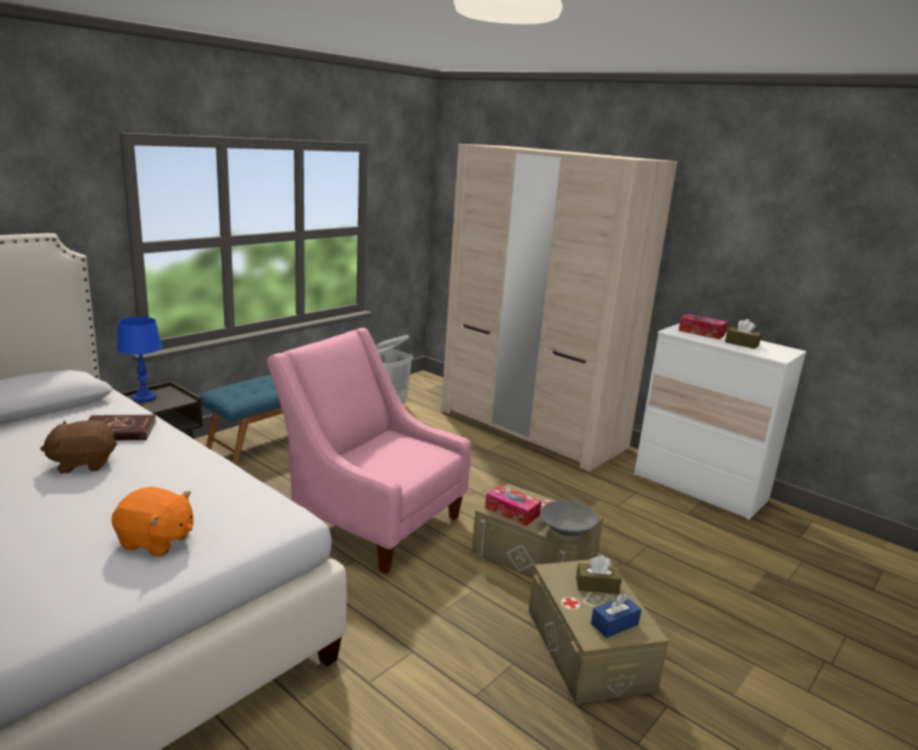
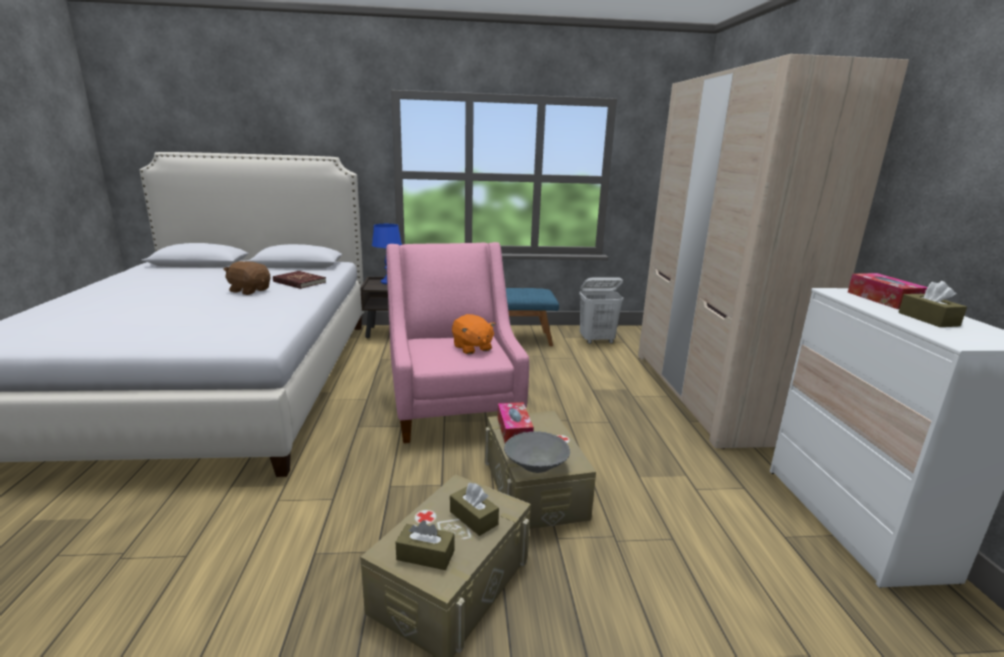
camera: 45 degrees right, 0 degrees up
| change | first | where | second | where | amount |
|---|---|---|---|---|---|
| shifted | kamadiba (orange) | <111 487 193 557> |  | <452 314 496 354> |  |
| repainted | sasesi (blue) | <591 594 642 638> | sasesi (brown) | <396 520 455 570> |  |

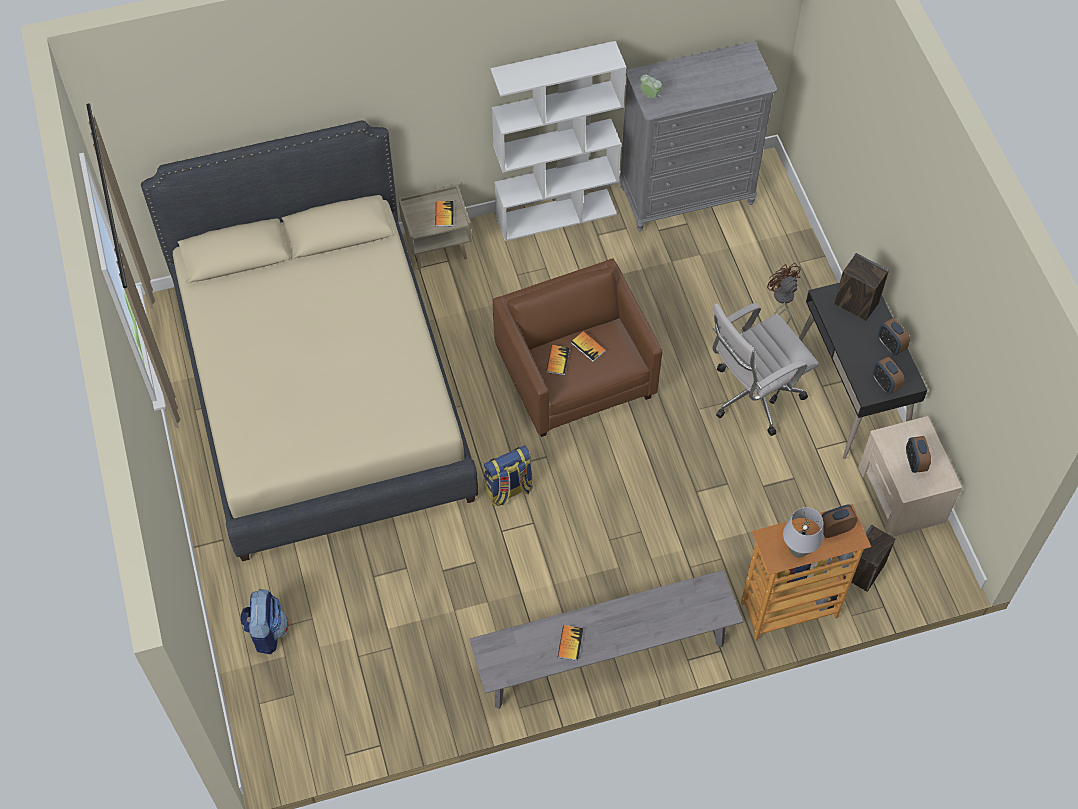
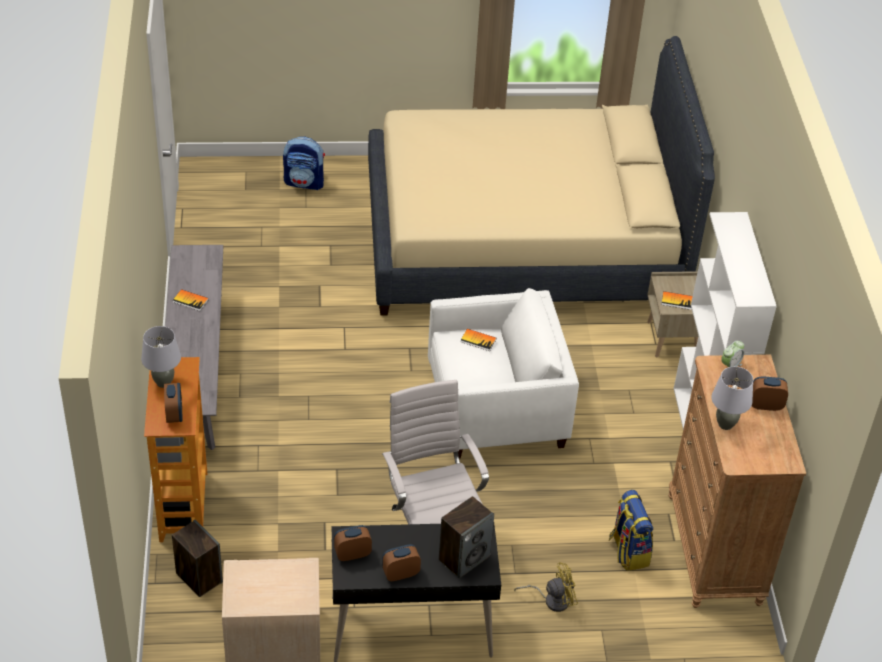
camera: 100 degrees right, 15 degrees down
| change | first | where | second | where | amount |
|---|---|---|---|---|---|
| gone | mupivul | <571 331 606 362> |  |  |  |
| new |  |  | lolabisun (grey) | <711 366 753 430> |  |
| shifted | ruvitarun | <483 445 533 506> |  | <608 490 653 571> |  |
| shifted | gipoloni | <906 436 931 473> |  | <752 377 788 411> |  |
| repainted | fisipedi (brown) | <493 258 662 437> | fisipedi (white) | <428 288 579 459> |  |
| repainted | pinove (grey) | <619 41 777 231> | pinove (brown) | <668 355 806 608> |  |
| repainted | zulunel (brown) | <767 263 801 324> | zulunel (yellow) | <514 562 578 612> |  |

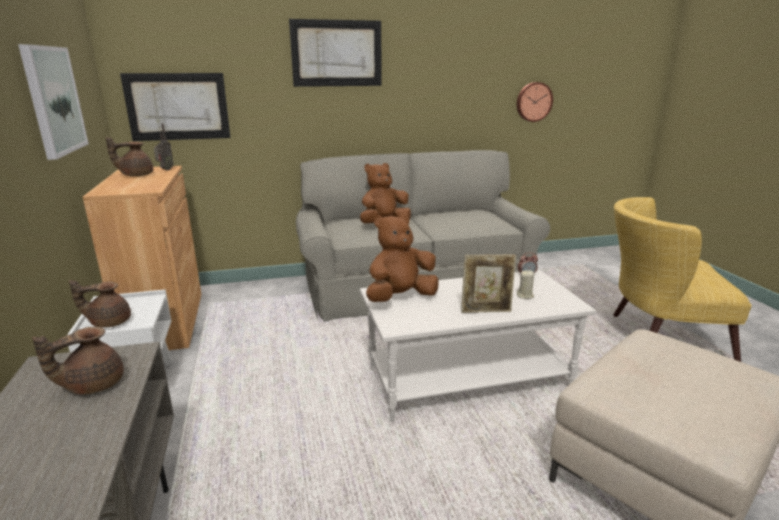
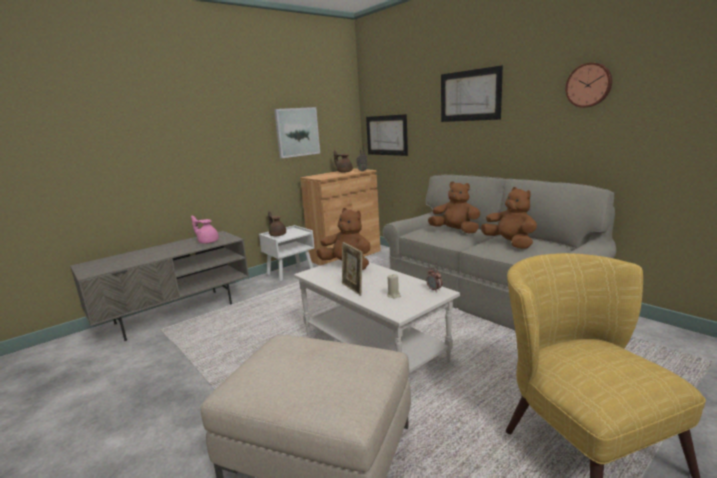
camera: 65 degrees right, 5 degrees down
| change | first | where | second | where | amount |
|---|---|---|---|---|---|
| new |  |  | kamadiba (brown) | <481 187 537 248> |  |
| shifted | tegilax | <517 82 553 122> |  | <565 62 612 108> |  |
| repainted | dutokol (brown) | <32 327 124 395> | dutokol (pink) | <191 216 219 244> |  |

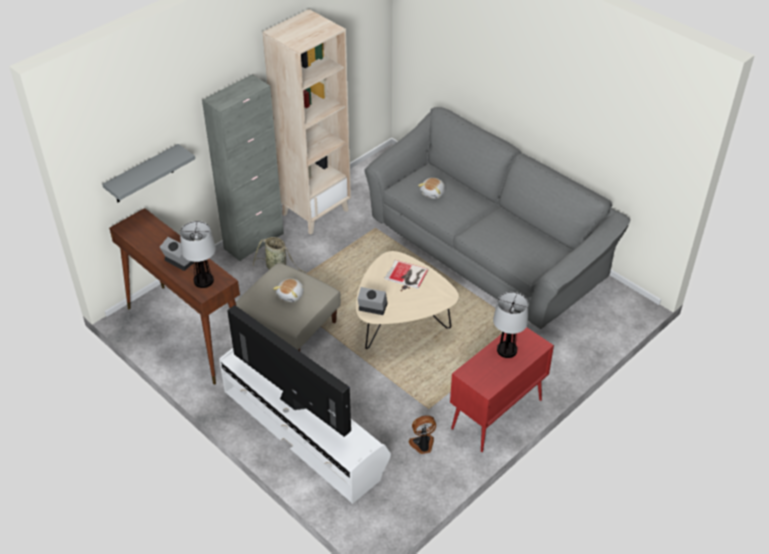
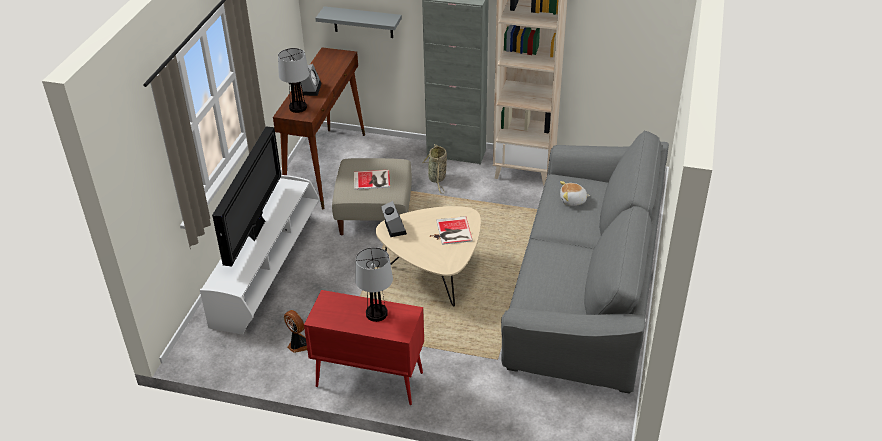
camera: 60 degrees right, 5 degrees down
| change | first | where | second | where | amount |
|---|---|---|---|---|---|
| swapped | kamadiba | <273 279 304 302> | mupivul | <354 170 390 190> |  |

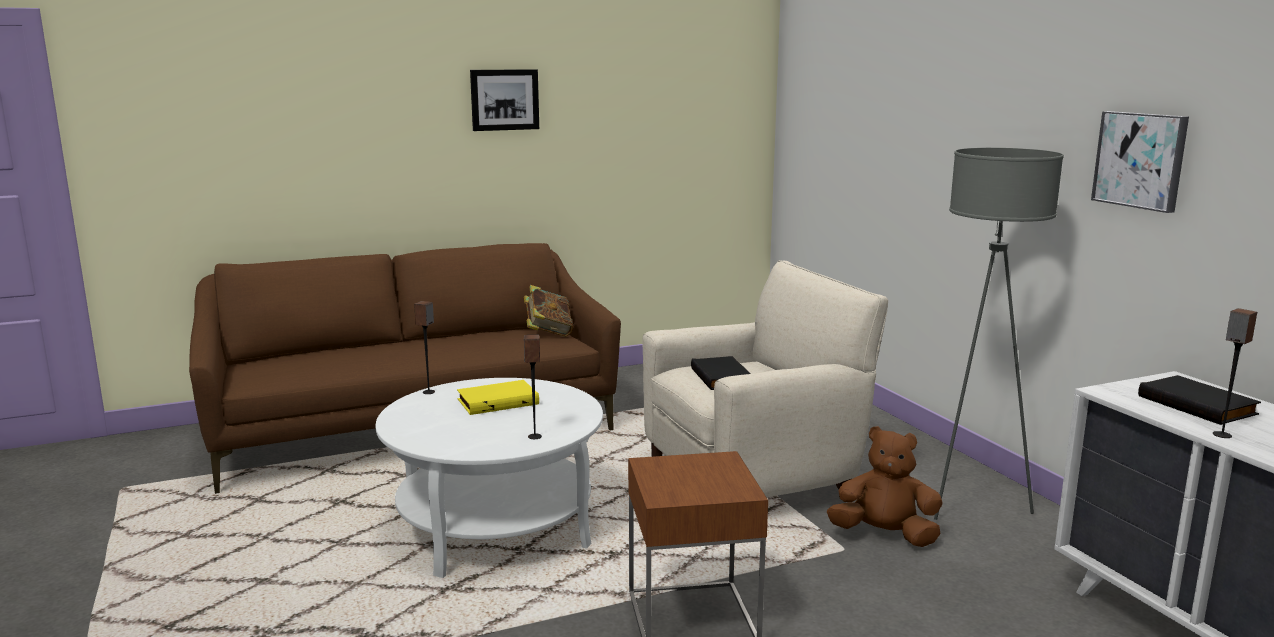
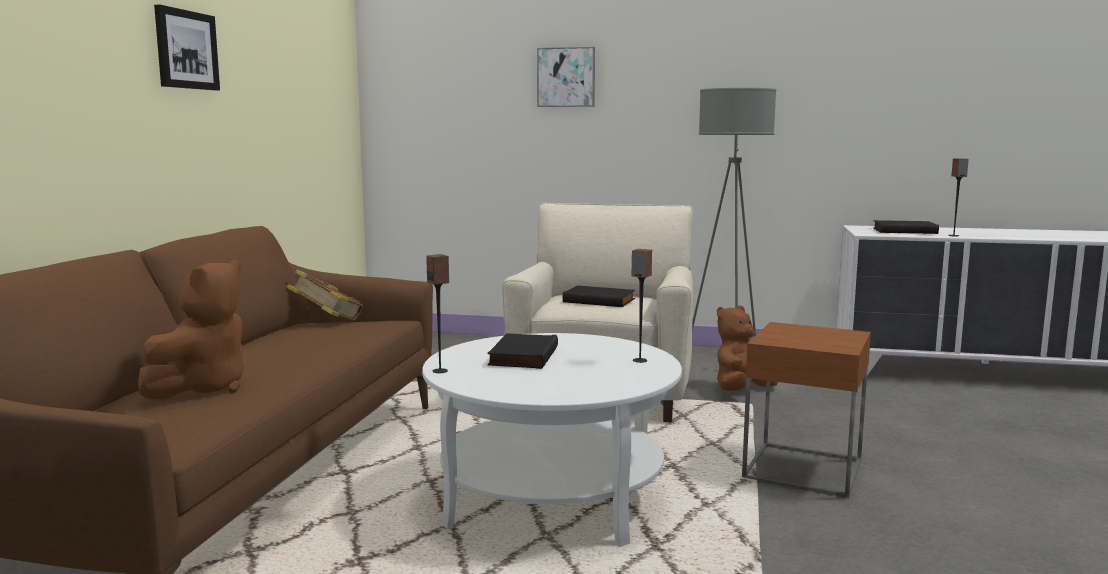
camera: 55 degrees left, 5 degrees down
| change | first | where | second | where | amount |
|---|---|---|---|---|---|
| new |  |  | kamadiba (brown) | <138 259 244 400> |  |
| shifted | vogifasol | <1091 111 1189 213> |  | <537 47 595 107> |  |
| repainted | mupivul (yellow) | <457 380 539 415> | mupivul (black) | <487 333 558 369> |  |

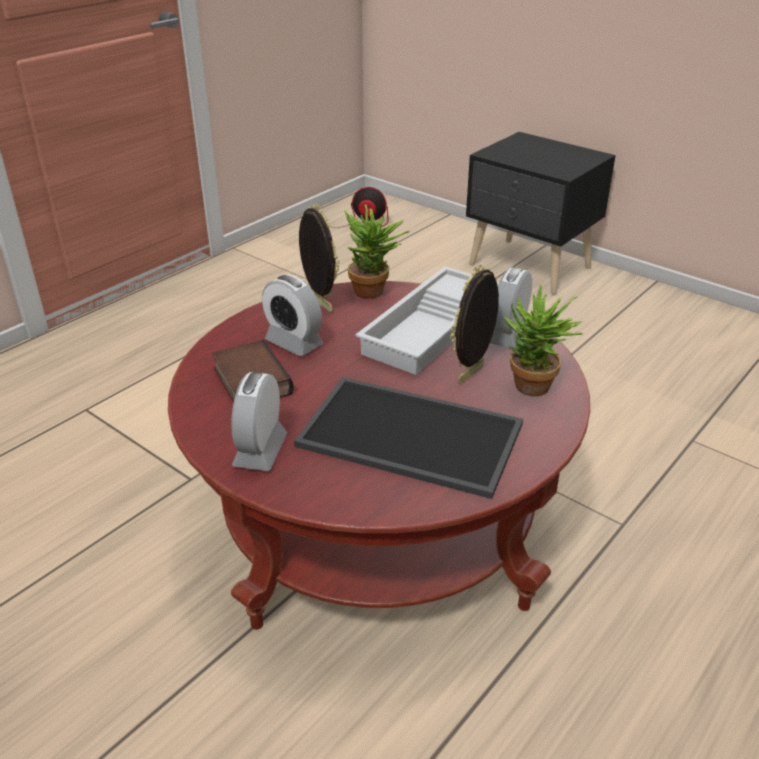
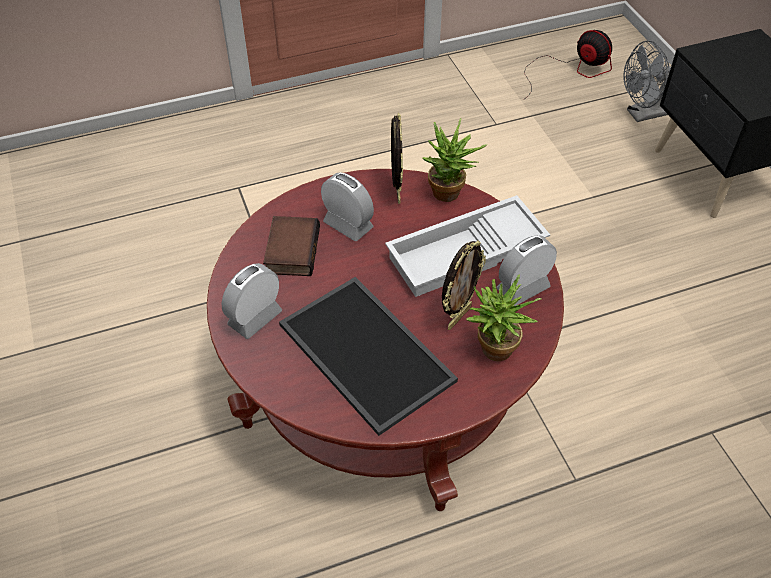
camera: 30 degrees right, 15 degrees up
| change | first | where | second | where | amount |
|---|---|---|---|---|---|
| new |  |  | zulunel (grey) | <623 40 671 122> |  |
| rotated | gipoloni | <262 274 323 356> |  | <321 172 374 241> | 150 degrees clockwise |
| rotated | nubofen | <450 265 499 385> |  | <442 240 486 330> | 150 degrees clockwise |

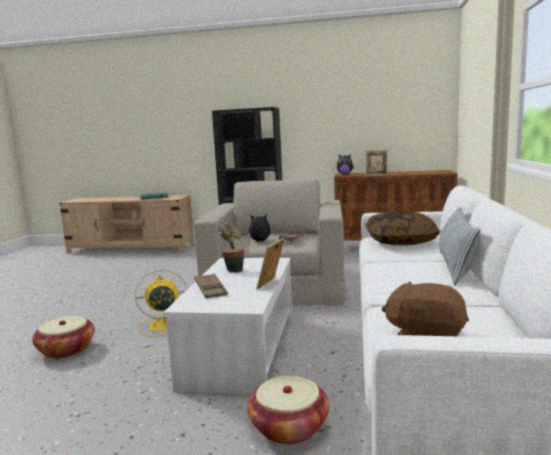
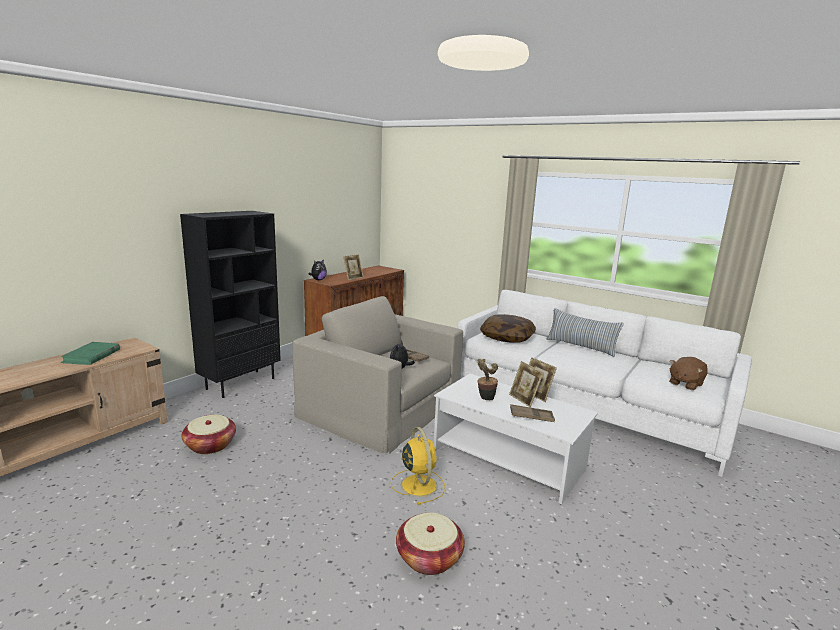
camera: 65 degrees left, 5 degrees up
| change | first | where | second | where | amount |
|---|---|---|---|---|---|
| new |  |  | nubofen | <509 361 543 407> |  |
| shifted | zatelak | <247 376 329 445> |  | <181 415 236 454> |  |
| rotated | zulunel (yellow) | <135 270 187 337> |  | <391 427 445 505> | 150 degrees clockwise |

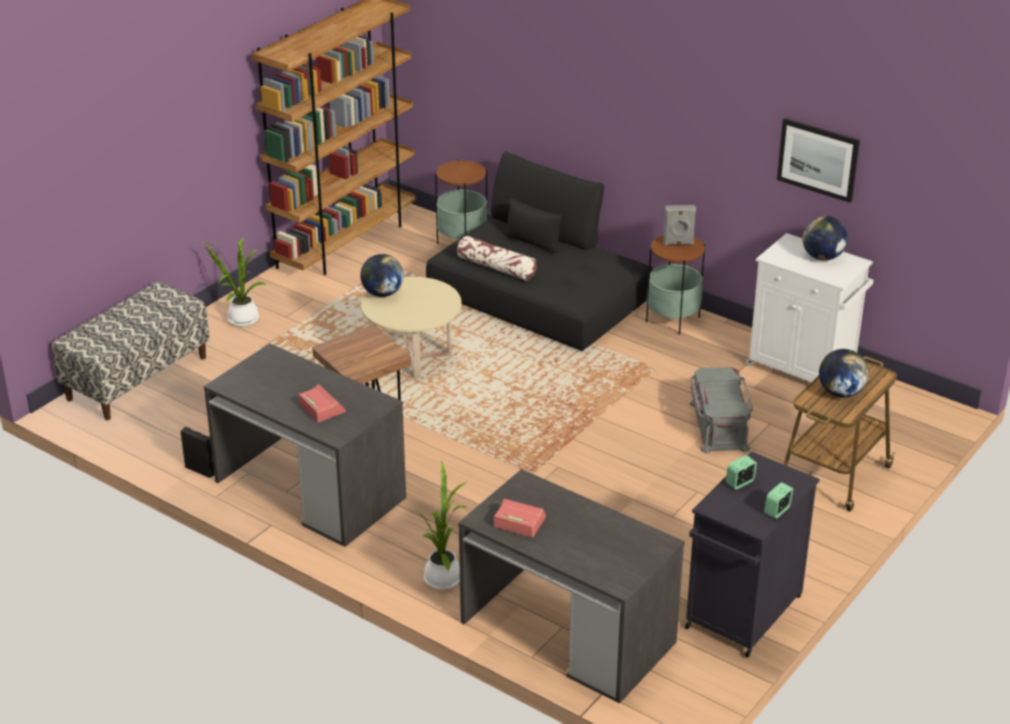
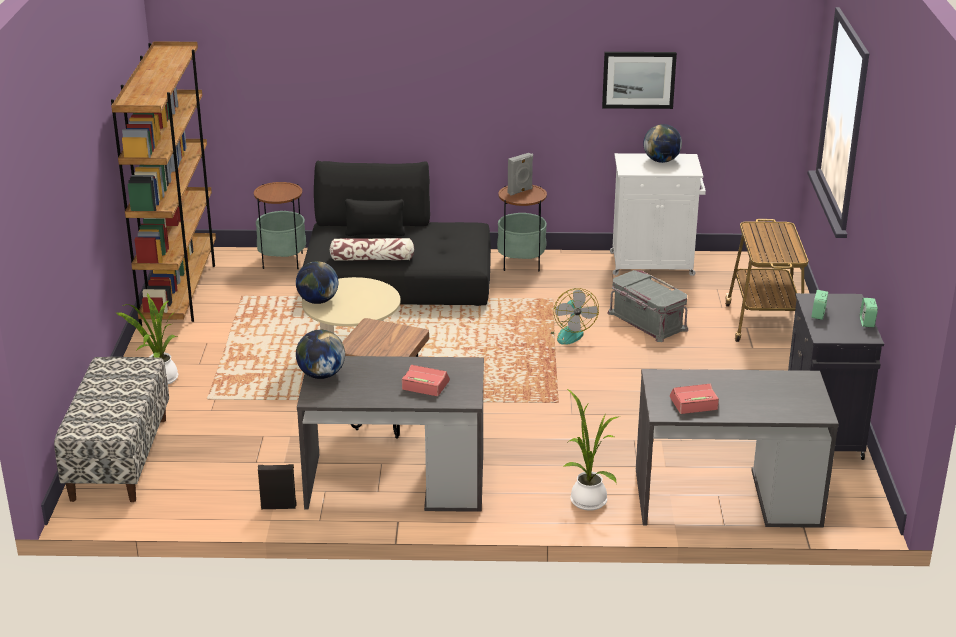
camera: 35 degrees left, 5 degrees down
| change | first | where | second | where | amount |
|---|---|---|---|---|---|
| new |  |  | zulunel | <550 288 599 345> |  |
| shifted | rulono | <819 349 869 398> |  | <296 330 345 379> |  |

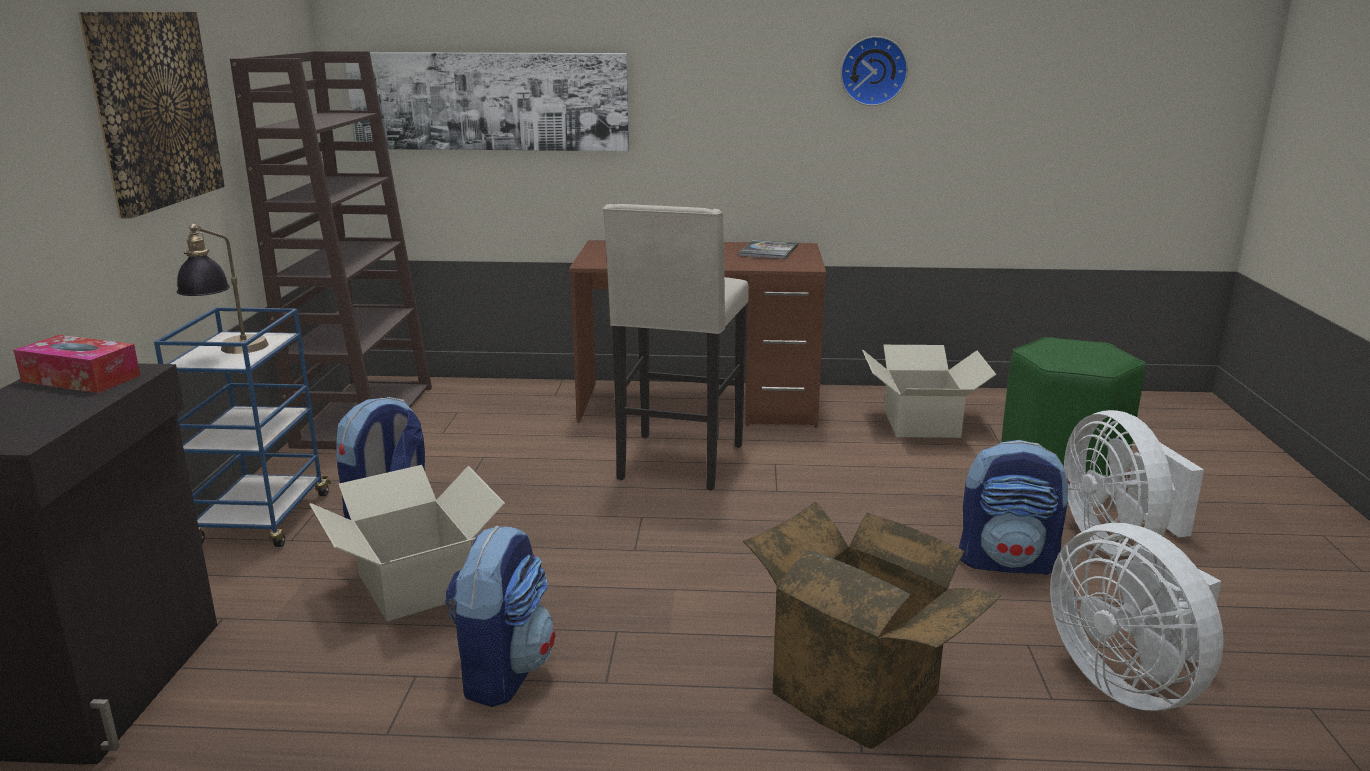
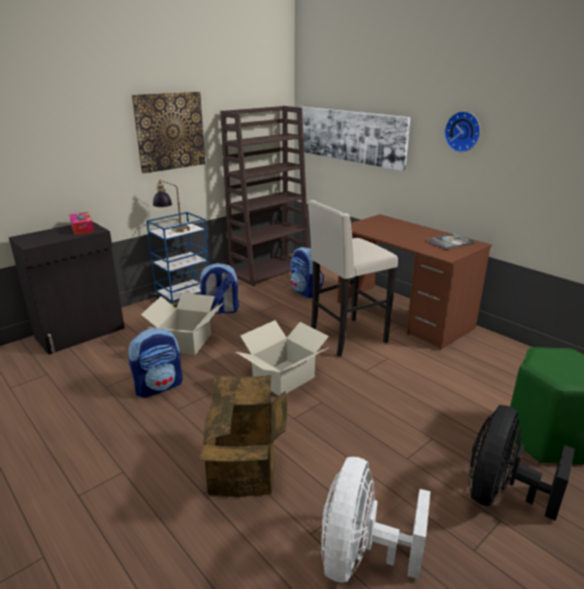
camera: 45 degrees right, 5 degrees up
| change | first | where | second | where | amount |
|---|---|---|---|---|---|
| shifted | tegilax | <840 36 908 106> |  | <444 111 480 153> |  |
| shifted | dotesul | <862 345 997 438> |  | <236 320 329 396> |  |
| shifted | ruvitarun | <959 440 1070 575> |  | <290 247 324 298> |  |
| repainted | zulunel (white) | <1064 410 1204 556> | zulunel (black) | <469 405 575 521> |  |

